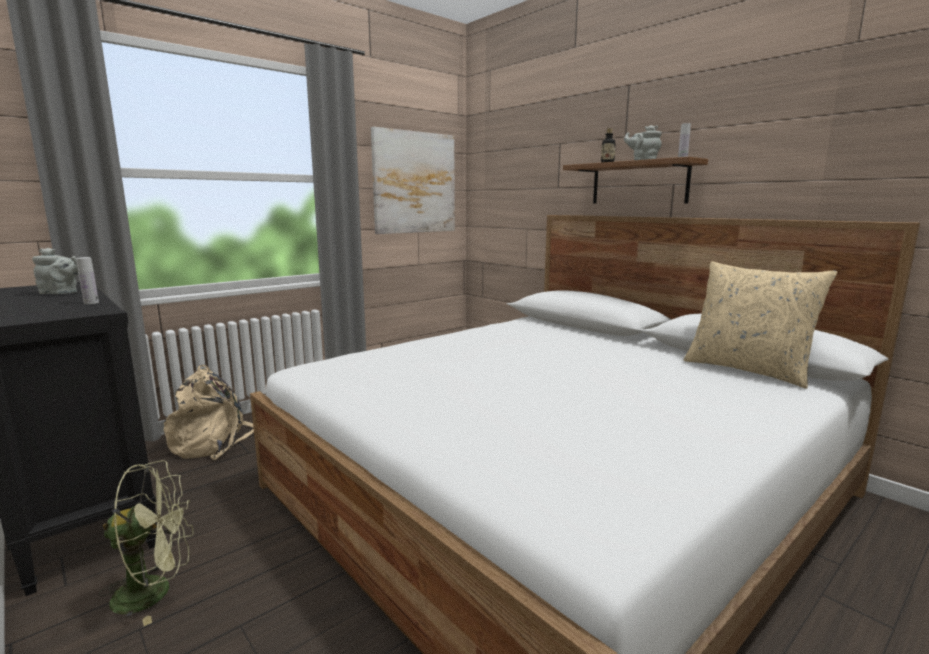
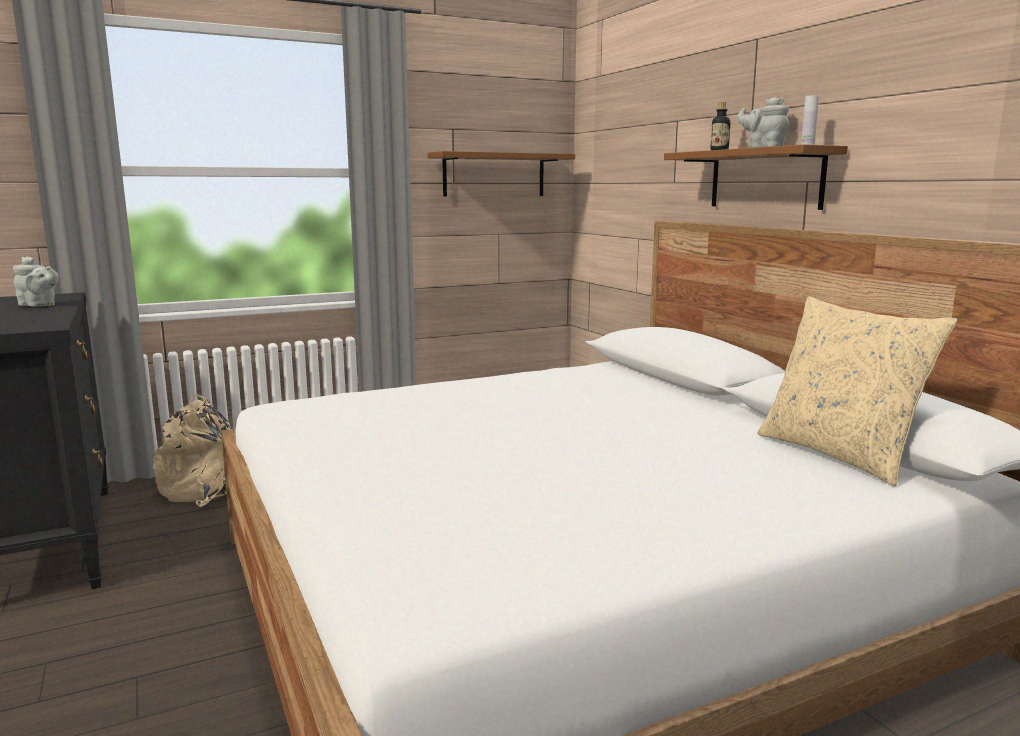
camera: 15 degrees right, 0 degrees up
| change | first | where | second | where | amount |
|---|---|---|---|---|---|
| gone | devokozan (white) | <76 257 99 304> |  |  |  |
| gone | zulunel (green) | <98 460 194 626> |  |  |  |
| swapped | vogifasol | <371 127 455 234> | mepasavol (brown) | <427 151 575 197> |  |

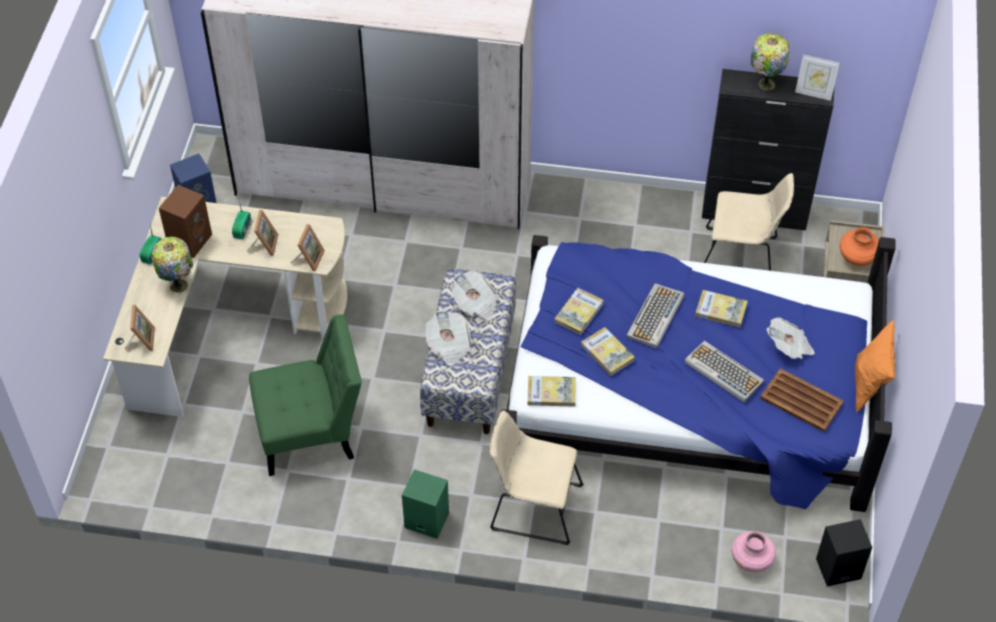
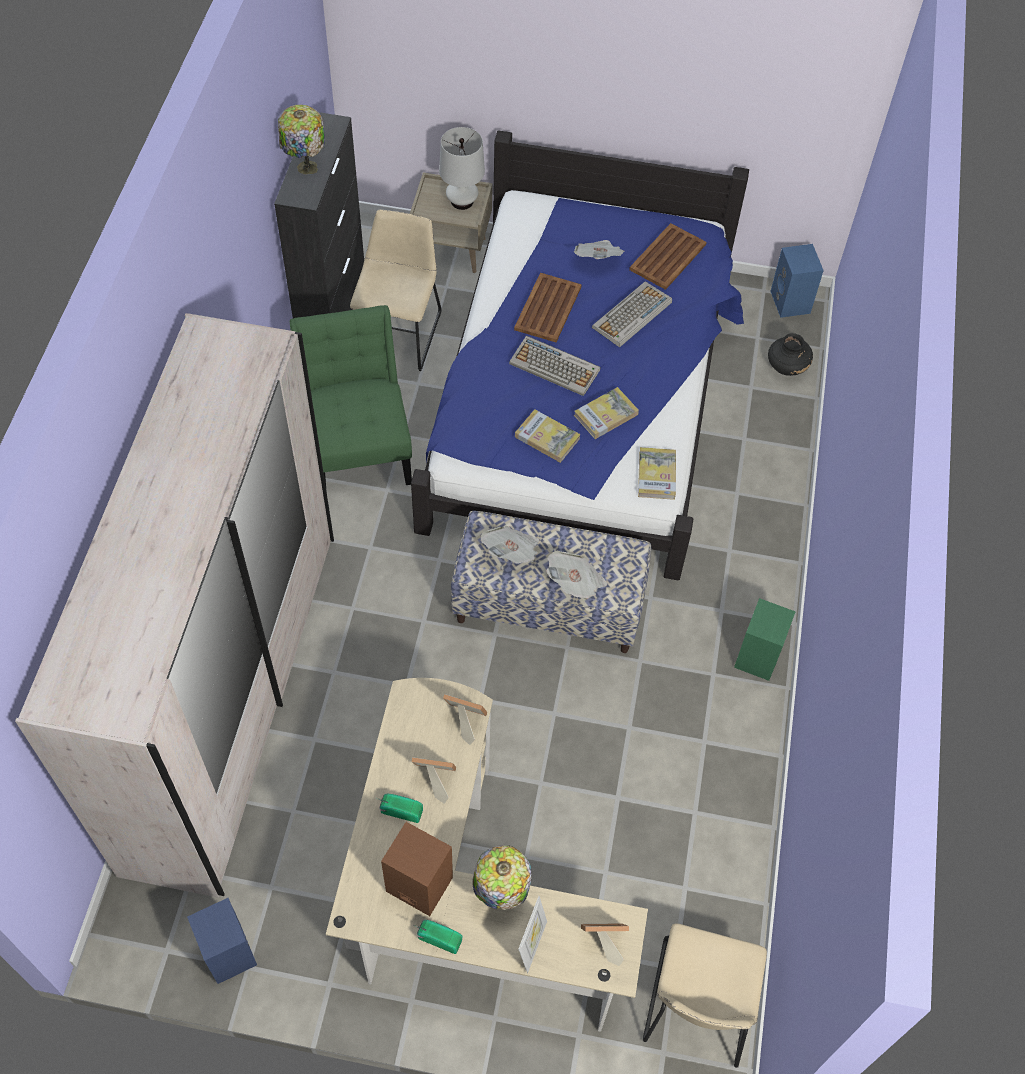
camera: 90 degrees left, 5 degrees up
| change | first | where | second | where | amount |
|---|---|---|---|---|---|
| gone | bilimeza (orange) | <855 319 895 412> |  |  |  |
| shifted | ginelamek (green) | <249 315 362 476> |  | <290 305 412 485> |  |
| shifted | ginelamek (beige) | <490 410 583 545> |  | <643 923 767 1068> |  |
| shifted | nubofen | <795 55 840 101> |  | <518 896 547 973> |  |
| swapped | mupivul | <695 290 748 328> | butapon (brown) | <514 273 582 342> |  |
| swapped | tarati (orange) | <840 227 879 266> | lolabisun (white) | <439 127 485 210> |  |
| repainted | tarati (pink) | <732 531 776 572> | tarati (black) | <768 333 813 376> |  |
| repainted | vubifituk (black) | <816 519 872 586> | vubifituk (blue) | <770 244 824 318> |  |

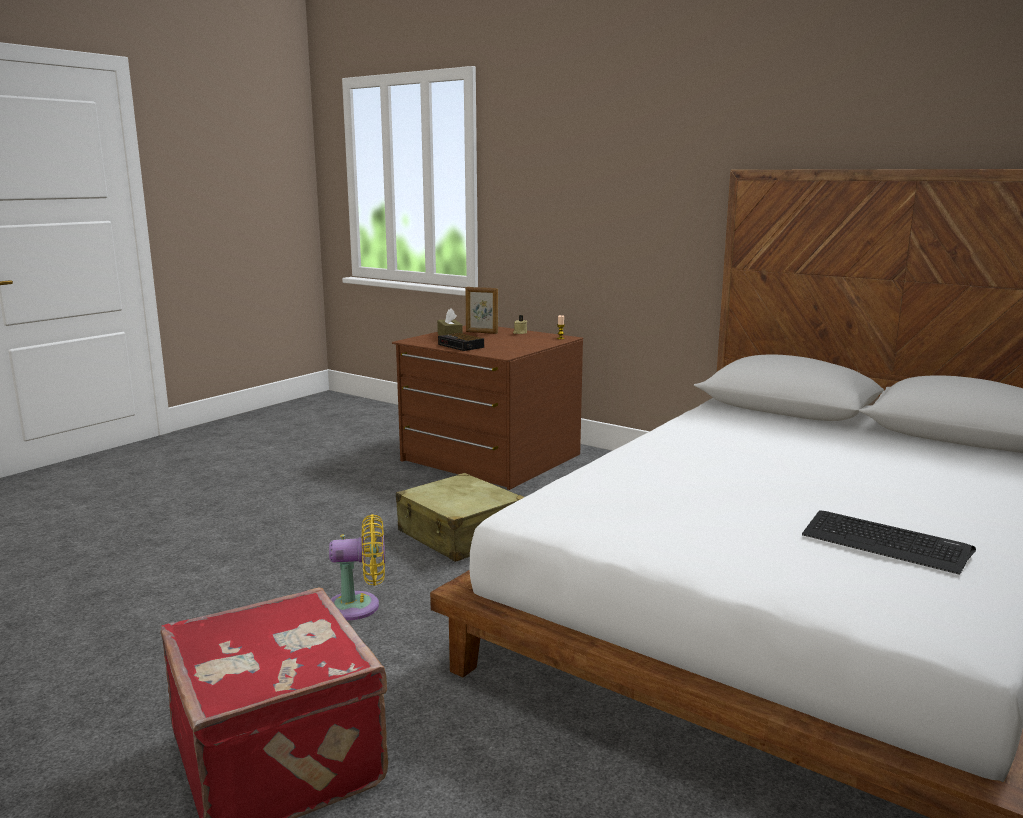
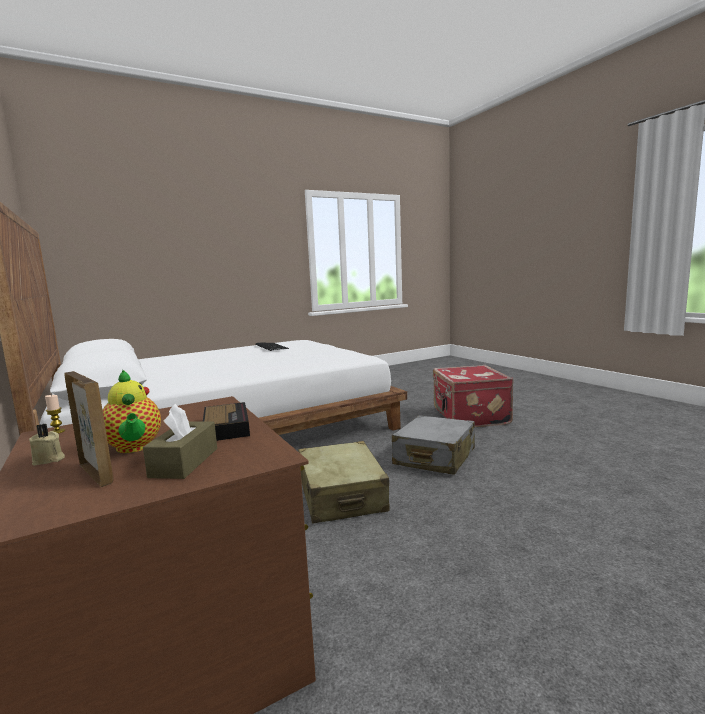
camera: 155 degrees left, 5 degrees down
| change | first | where | second | where | amount |
|---|---|---|---|---|---|
| new |  |  | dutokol | <103 370 161 453> |  |
| swapped | zulunel (yellow) | <329 514 385 620> | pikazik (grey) | <392 415 475 475> |  |

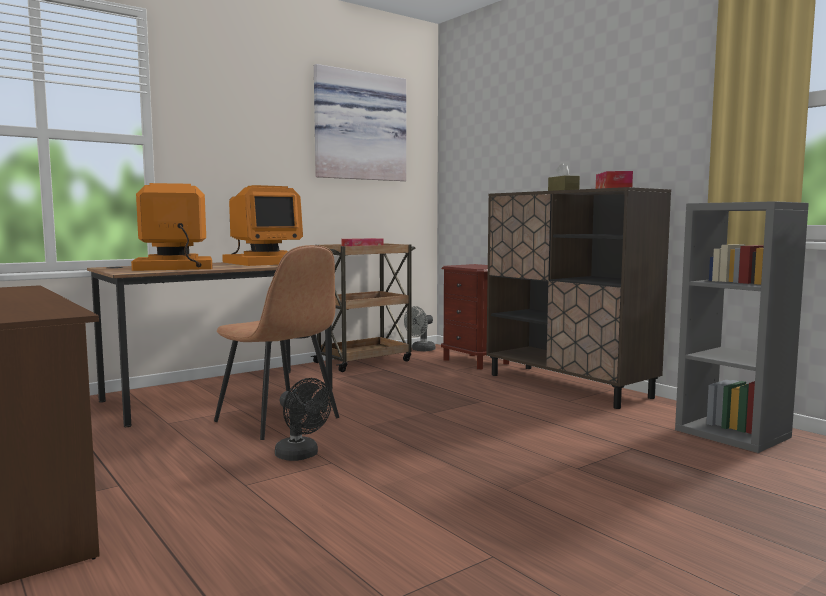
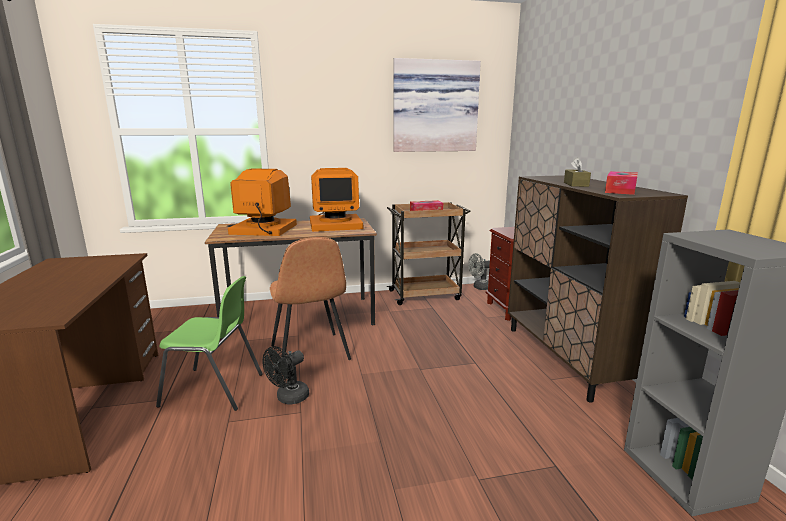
camera: 25 degrees right, 10 degrees up
| change | first | where | second | where | amount |
|---|---|---|---|---|---|
| new |  |  | ginelamek (green) | <156 276 263 411> |  |
| rotated | zulunel (black) | <275 378 332 461> |  | <262 346 309 405> | 60 degrees clockwise |

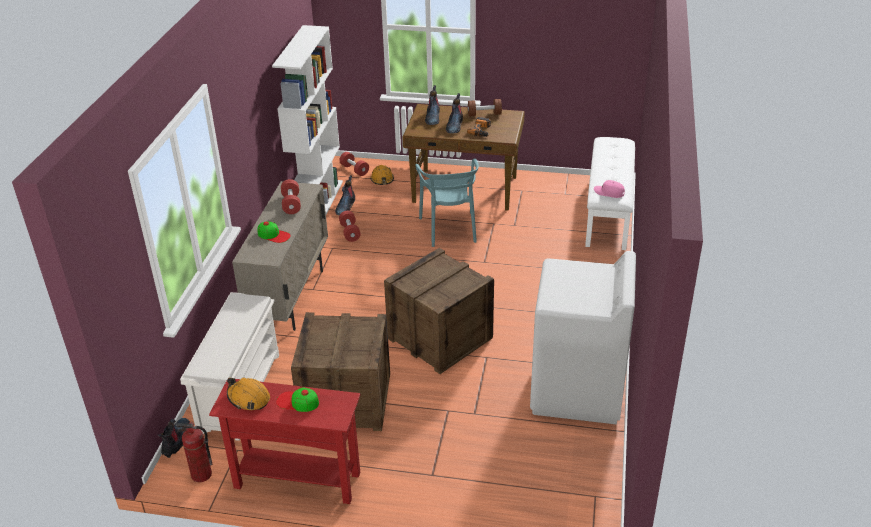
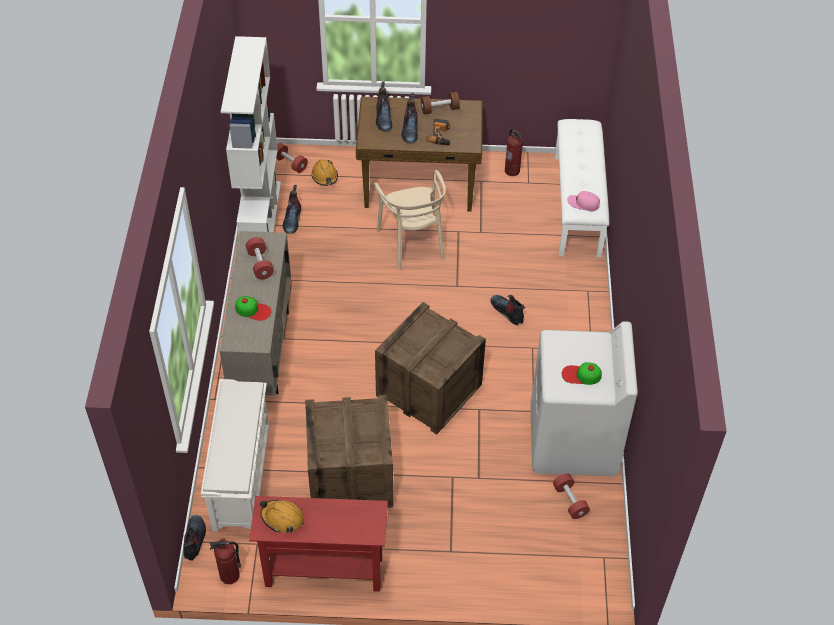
camera: 10 degrees left, 15 degrees up
| change | first | where | second | where | amount |
|---|---|---|---|---|---|
| new |  |  | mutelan | <490 295 526 325> |  |
| new |  |  | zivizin | <505 129 523 176> |  |
| shifted | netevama | <276 387 319 412> |  | <562 362 602 385> |  |
| shifted | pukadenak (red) | <339 211 361 242> |  | <553 473 590 519> |  |
| repainted | ginelamek (turquoise) | <415 158 479 247> | ginelamek (beige) | <374 170 446 270> |  |

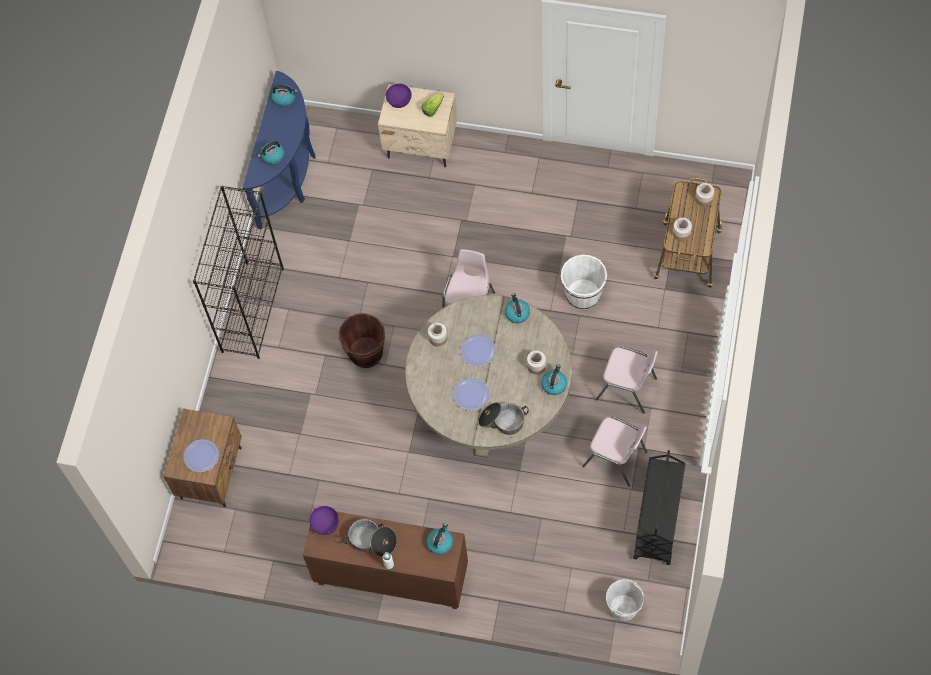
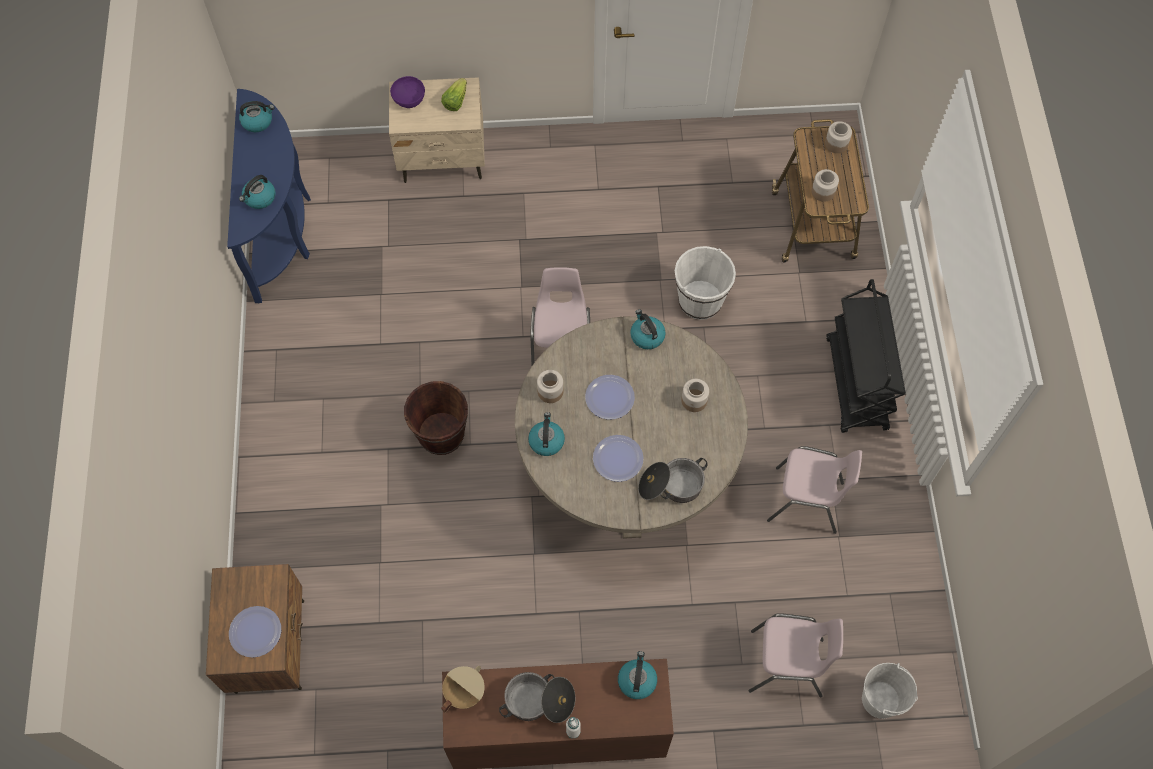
camera: 20 degrees left, 0 degrees up
| change | first | where | second | where | amount |
|---|---|---|---|---|---|
| gone | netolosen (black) | <193 186 284 359> |  |  |  |
| shifted | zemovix | <541 364 567 395> |  | <528 412 565 456> |  |
| shifted | ginelamek (pink) | <596 346 658 414> |  | <748 613 843 697> |  |
| shifted | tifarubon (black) | <633 450 685 565> |  | <826 279 906 433> |  |
| swapped | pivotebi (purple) | <310 506 339 535> | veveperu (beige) | <441 666 485 713> |  |

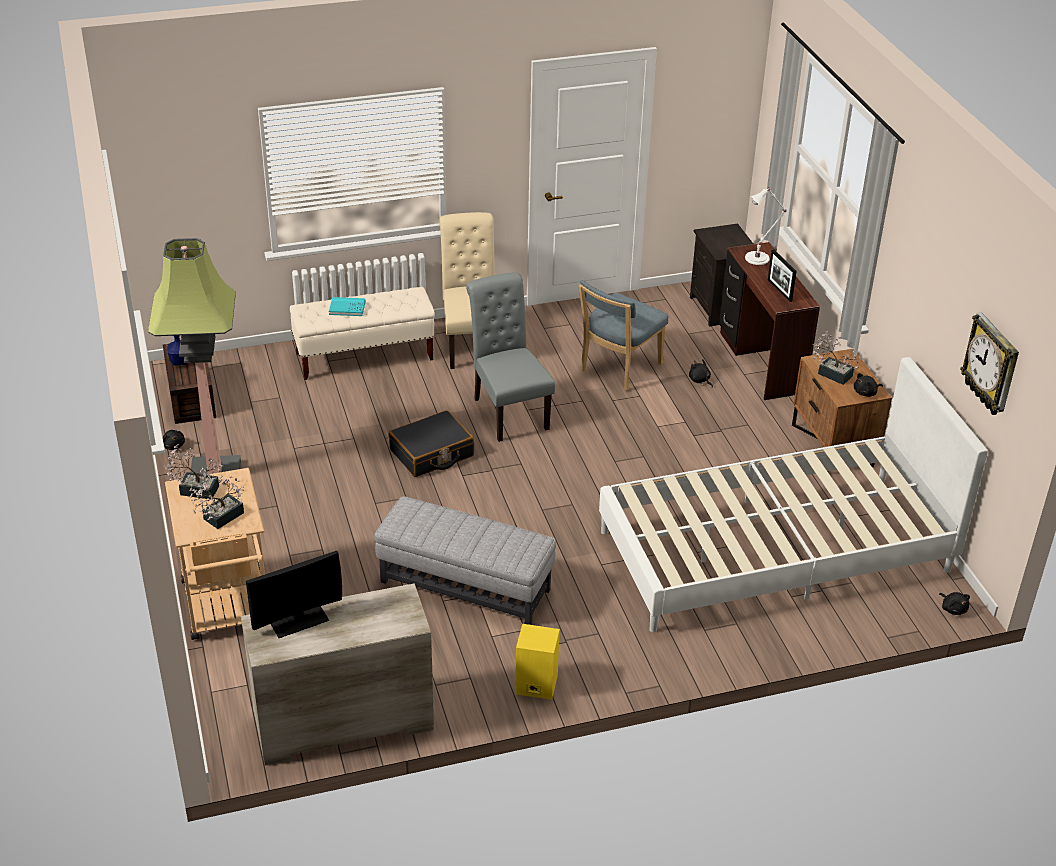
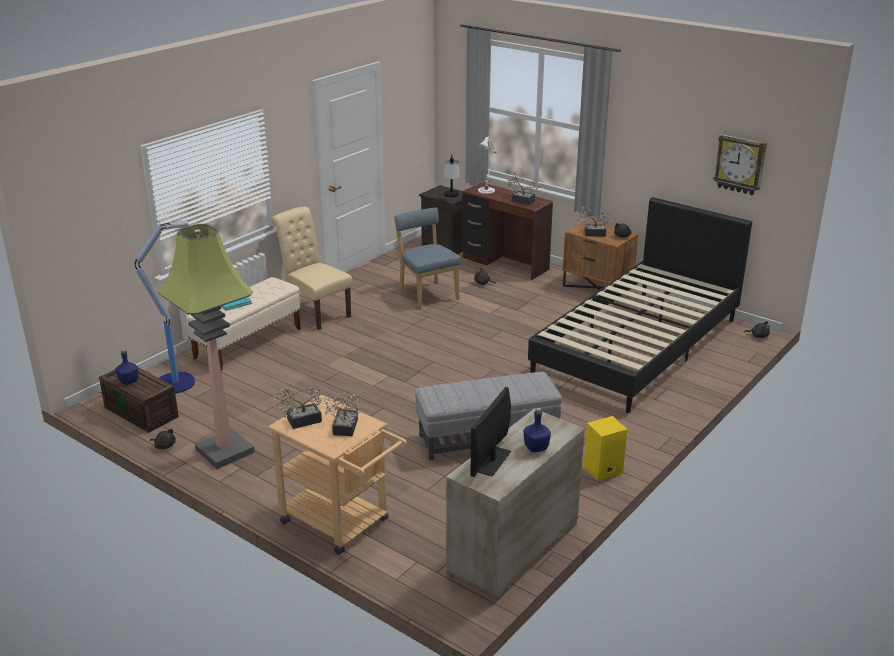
camera: 35 degrees left, 10 degrees down
| change | first | where | second | where | amount |
|---|---|---|---|---|---|
| gone | pikazik (black) | <389 410 474 477> |  |  |  |
| gone | ginelamek (grey) | <466 272 555 442> |  |  |  |
| new |  |  | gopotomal | <135 220 195 393> |  |
| new |  |  | lolabisun | <444 154 460 197> |  |
| new |  |  | devokozan (blue) | <523 408 551 452> |  |
| swapped | nubofen | <768 250 797 302> | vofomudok | <506 171 539 205> |  |
| repainted | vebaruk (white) | <599 357 988 632> | vebaruk (black) | <528 197 752 413> |  |
| rotated | ginelamek (blue) | <579 280 668 391> |  | <394 208 461 309> | 150 degrees clockwise |

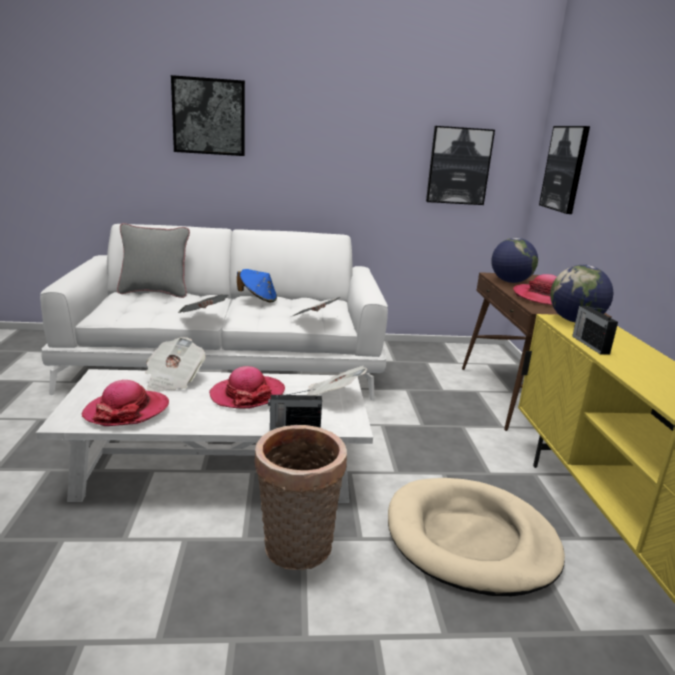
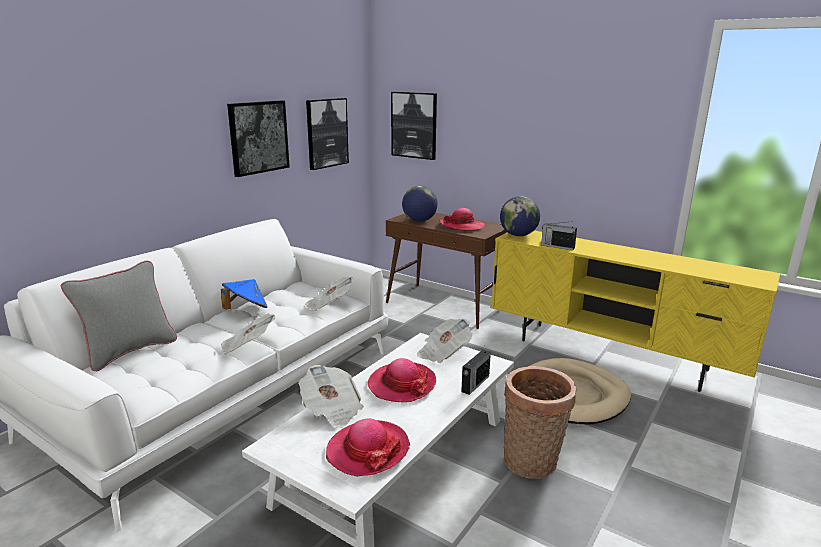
camera: 50 degrees left, 0 degrees up
| change | first | where | second | where | amount |
|---|---|---|---|---|---|
| shifted | vogifasol | <171 75 245 156> |  | <227 100 290 177> |  |

